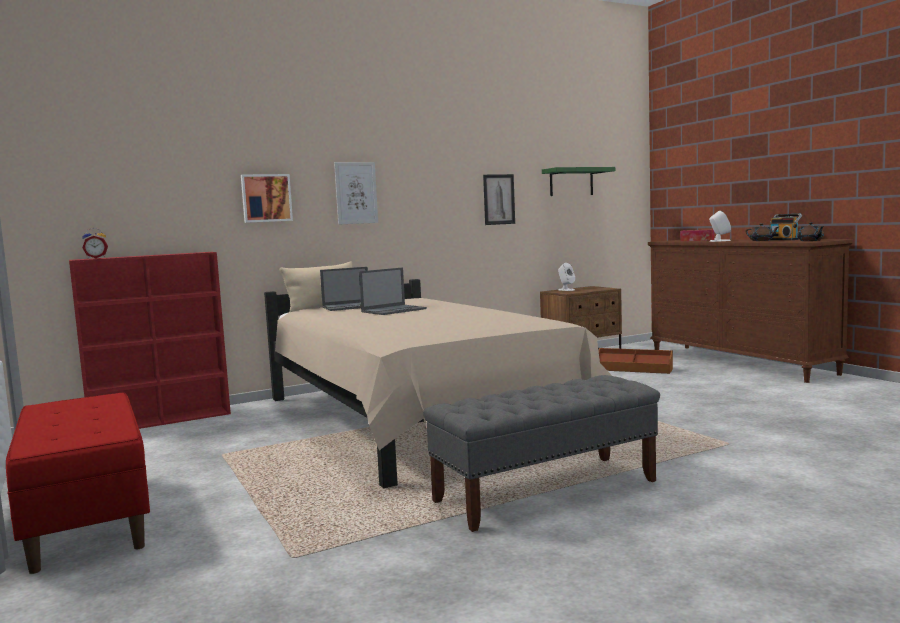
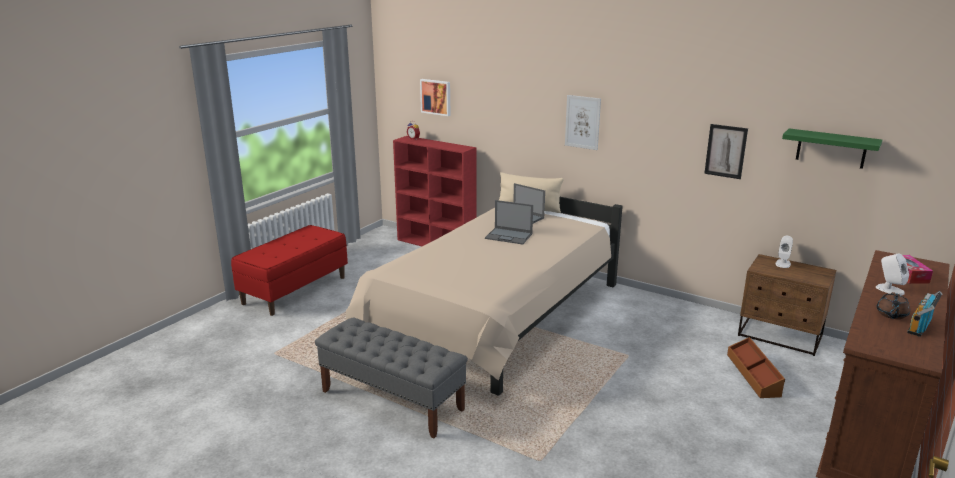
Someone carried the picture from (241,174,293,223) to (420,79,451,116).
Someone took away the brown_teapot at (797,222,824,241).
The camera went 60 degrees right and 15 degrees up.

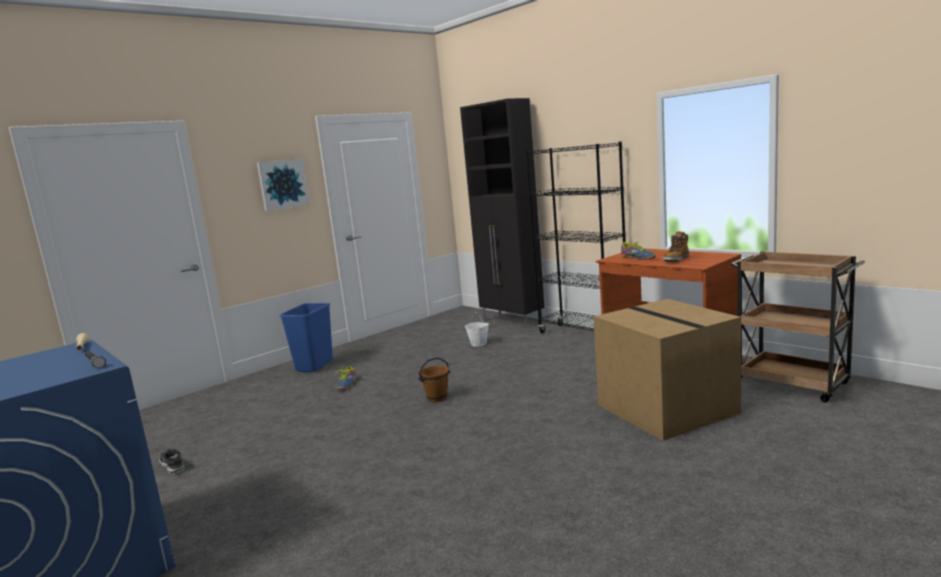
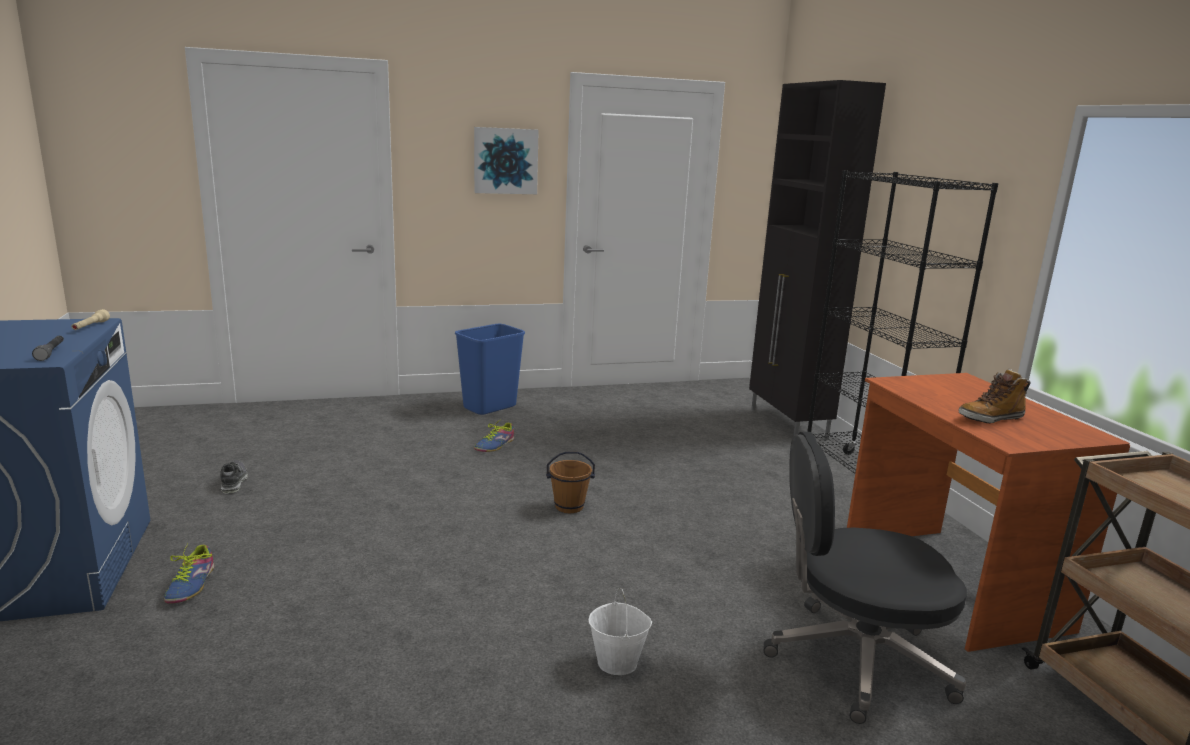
Someone carried the shoe from (621,241,656,260) to (164,543,214,604).
Someone carried the white_bucket from (465,313,489,347) to (589,588,652,675).
Someone swapped the cardboard_box at (593,299,741,441) for the black_office_chair at (764,432,967,724).
The camera went 25 degrees right and 5 degrees up.

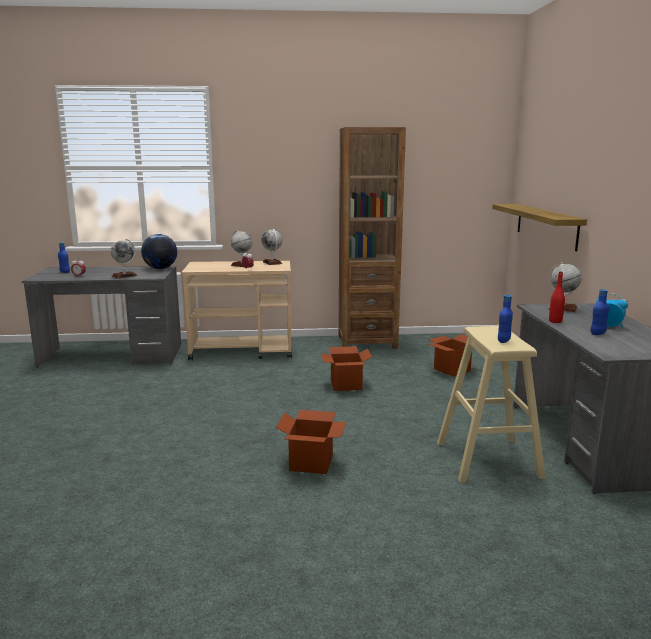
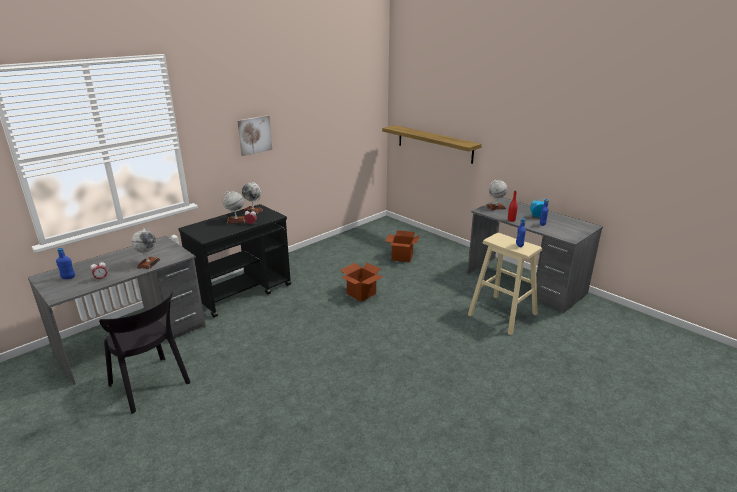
Someone put down the black_chair at (99,291,191,414).
Someone repainted the beige_cart at (182,261,292,360), which became the black_cart at (178,204,291,318).
Someone put up the picture at (237,115,272,156).
Someone took away the globe at (141,234,177,269).
Someone took away the cardboard_box at (276,410,346,474).
Someone took away the brown_bookcase at (339,127,406,349).
The camera went 40 degrees left and 10 degrees up.

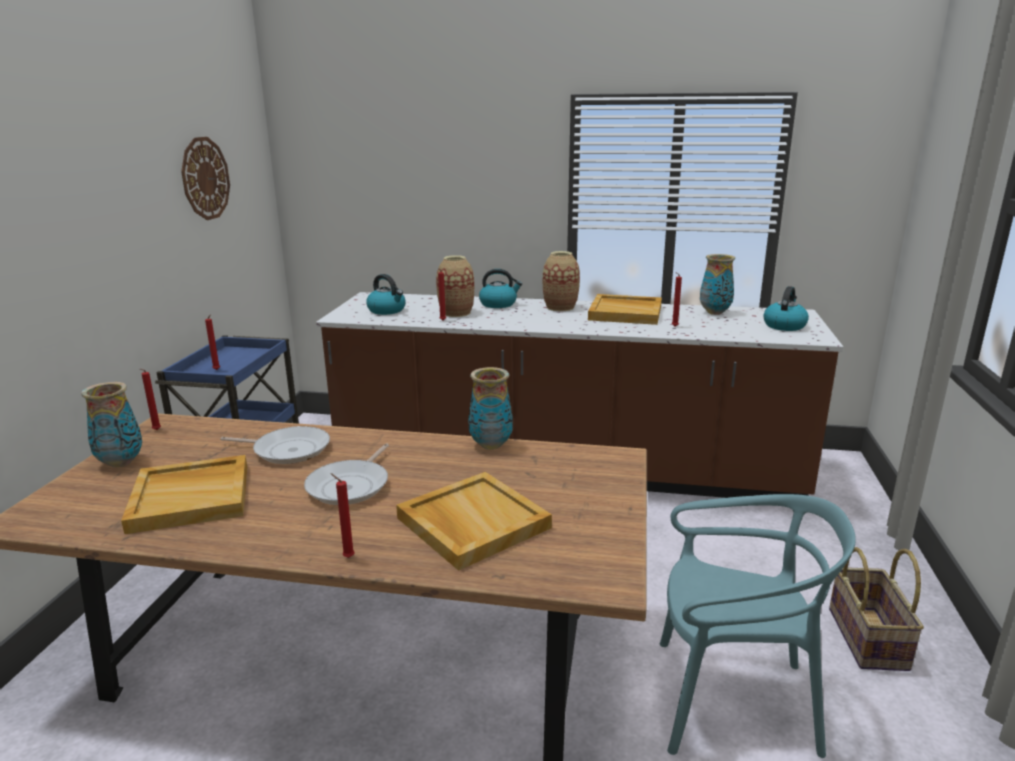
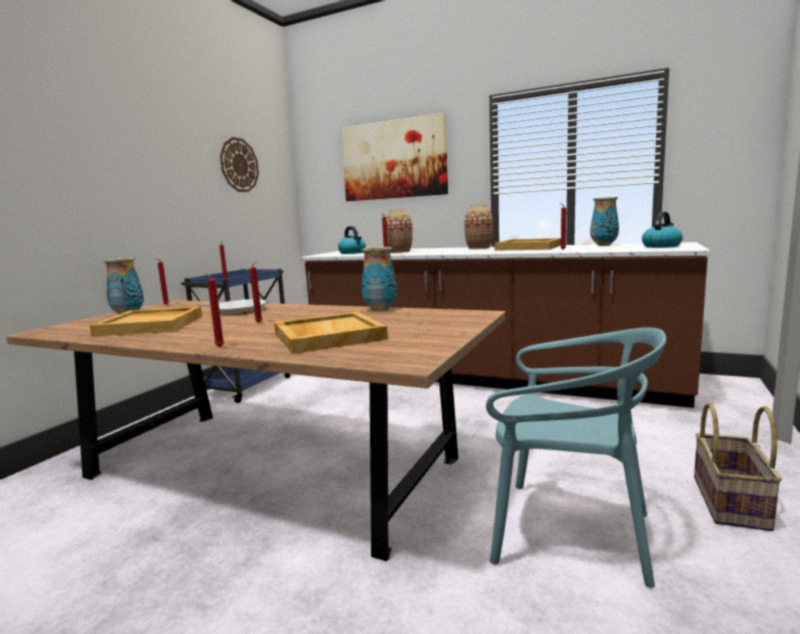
Someone swapped the frying_pan at (304,444,389,505) for the red_candle at (250,261,263,323).
Someone put up the picture at (341,113,448,201).
Someone took away the kettle at (479,269,522,308).
The camera went 15 degrees right and 10 degrees down.

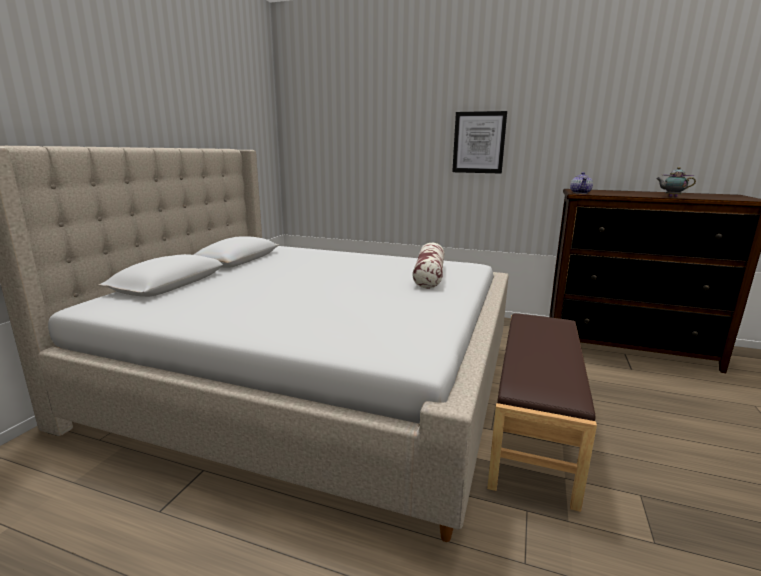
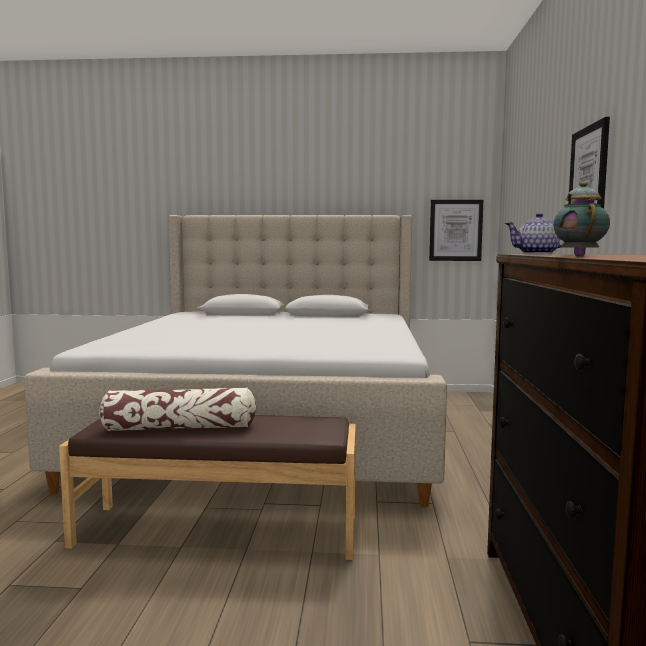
Someone carried the pillow from (412,243,445,289) to (99,387,256,431).
Someone put up the picture at (429,200,483,261).
The camera went 75 degrees right and 10 degrees down.

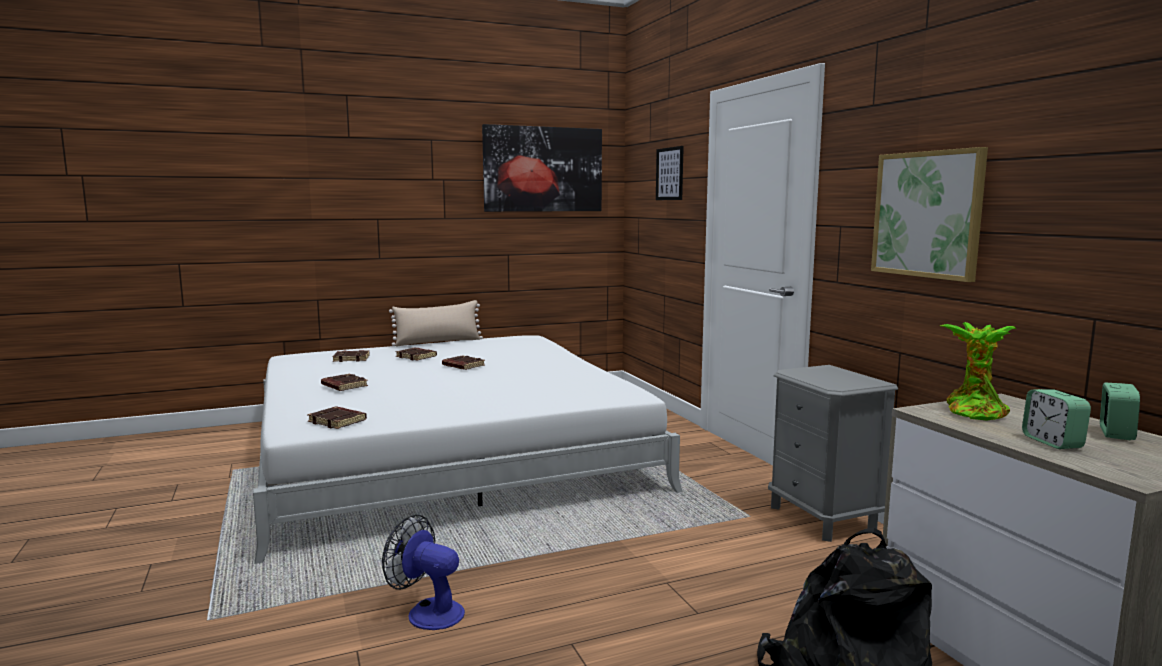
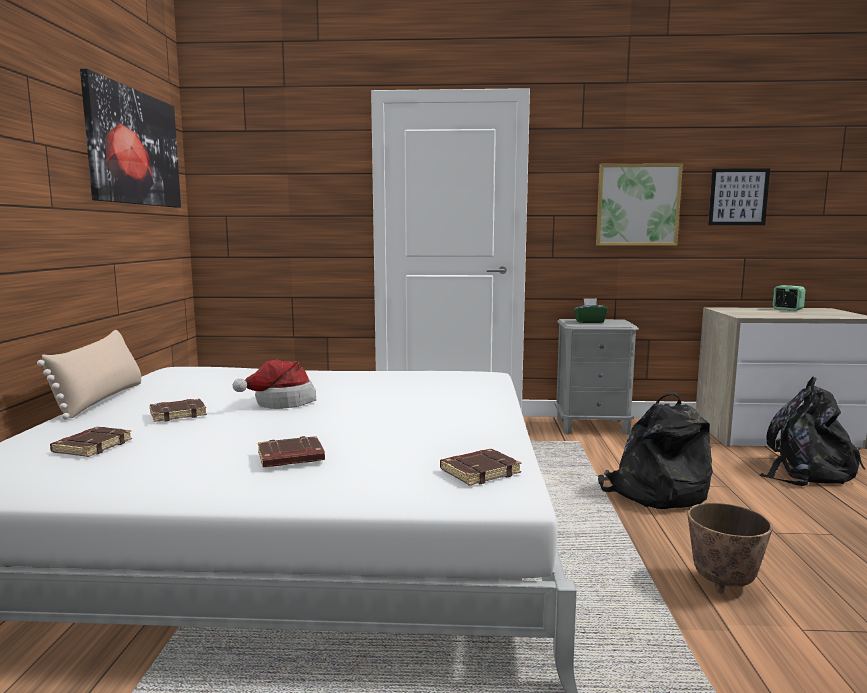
Someone swapped the brown_book at (442,355,485,370) for the hat at (232,359,316,409).
Someone put down the green_tissue_box at (574,298,608,323).
Someone put down the black_backpack at (598,392,713,509).
Someone swapped the fan at (382,514,465,630) for the planter at (688,503,773,593).
Someone carried the picture from (656,146,684,200) to (708,168,770,225).
Someone took away the potted_plant at (940,322,1017,420).
Someone took away the alarm_clock at (1022,389,1091,449).
The camera went 65 degrees left and 0 degrees up.

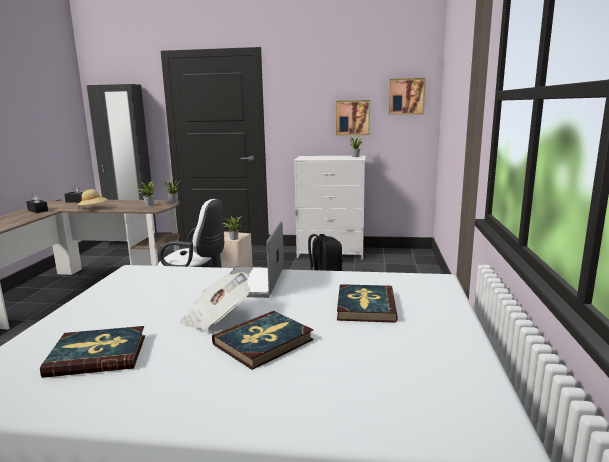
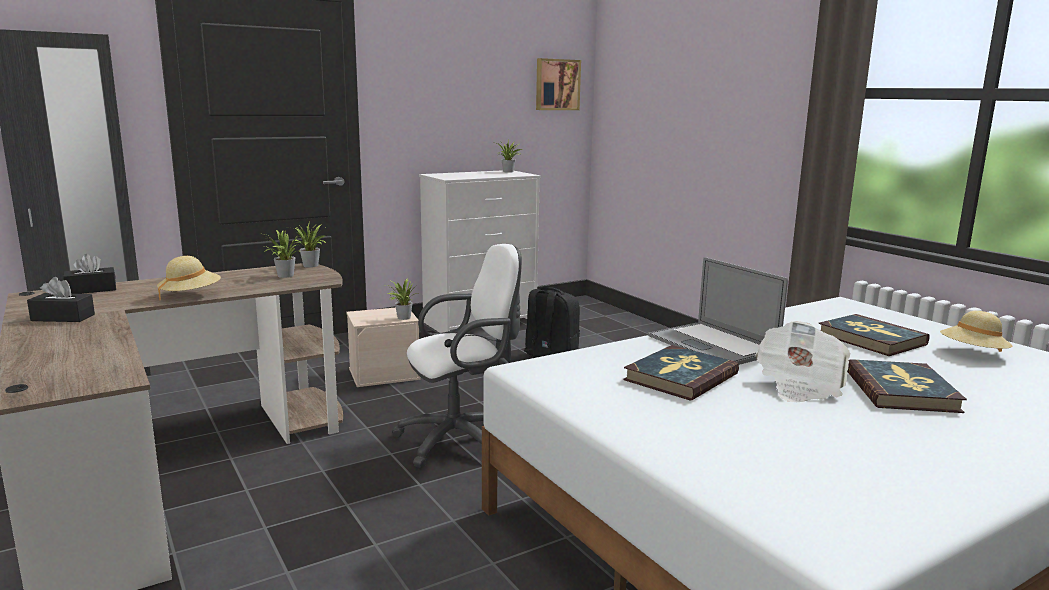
Someone carried the book from (40,326,145,378) to (623,345,739,401).
Someone put down the beige_hat at (940,311,1013,352).
Someone took away the picture at (336,100,370,135).
The camera went 40 degrees left and 0 degrees up.

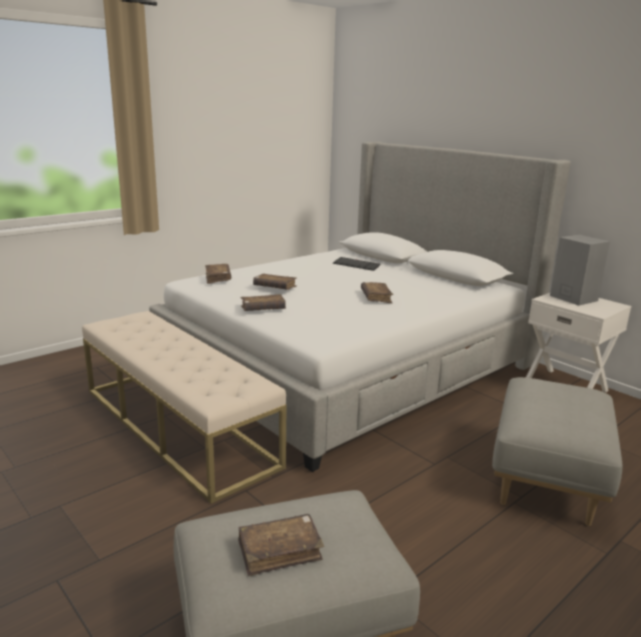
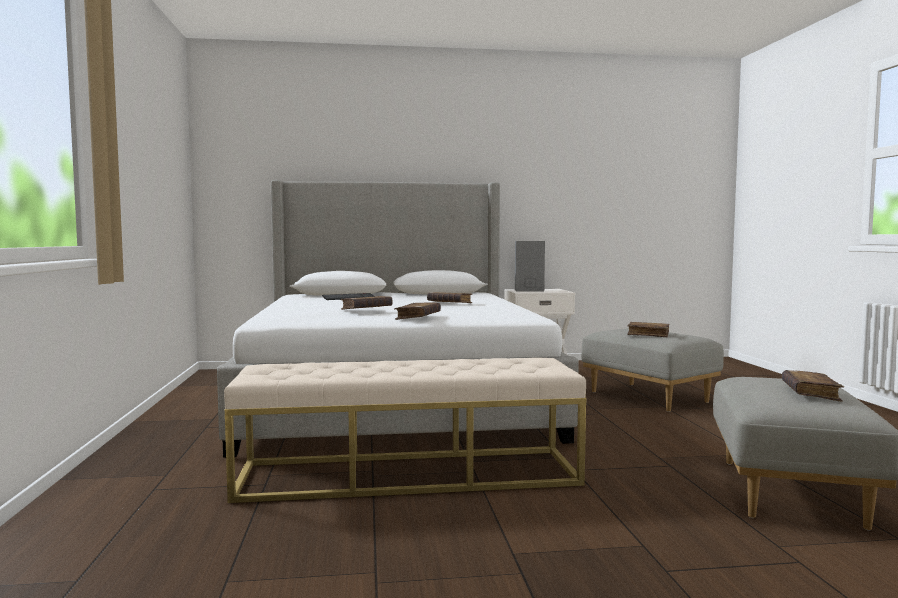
Someone carried the brown_book from (205,264,231,284) to (627,322,669,337).
The camera went 55 degrees left and 15 degrees down.

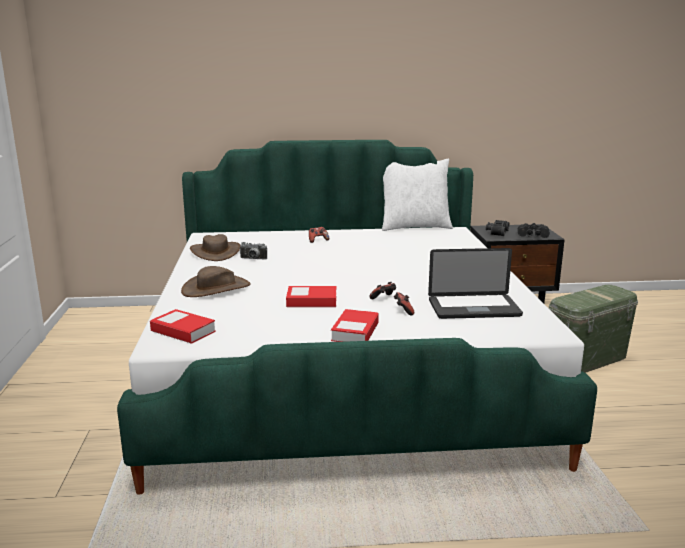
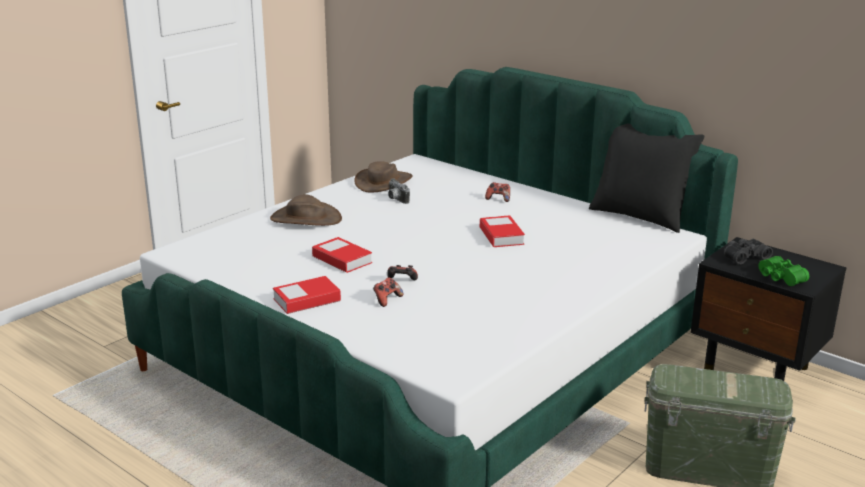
Someone carried the book from (150,309,216,344) to (480,215,525,247).
Someone repainted the white_pillow at (382,159,453,231), which became the black_pillow at (589,124,704,233).
Someone repainted the black_binoculars at (518,223,550,238), which became the green_binoculars at (758,256,809,286).
Someone took away the laptop at (428,248,523,319).
The camera went 45 degrees right and 5 degrees up.

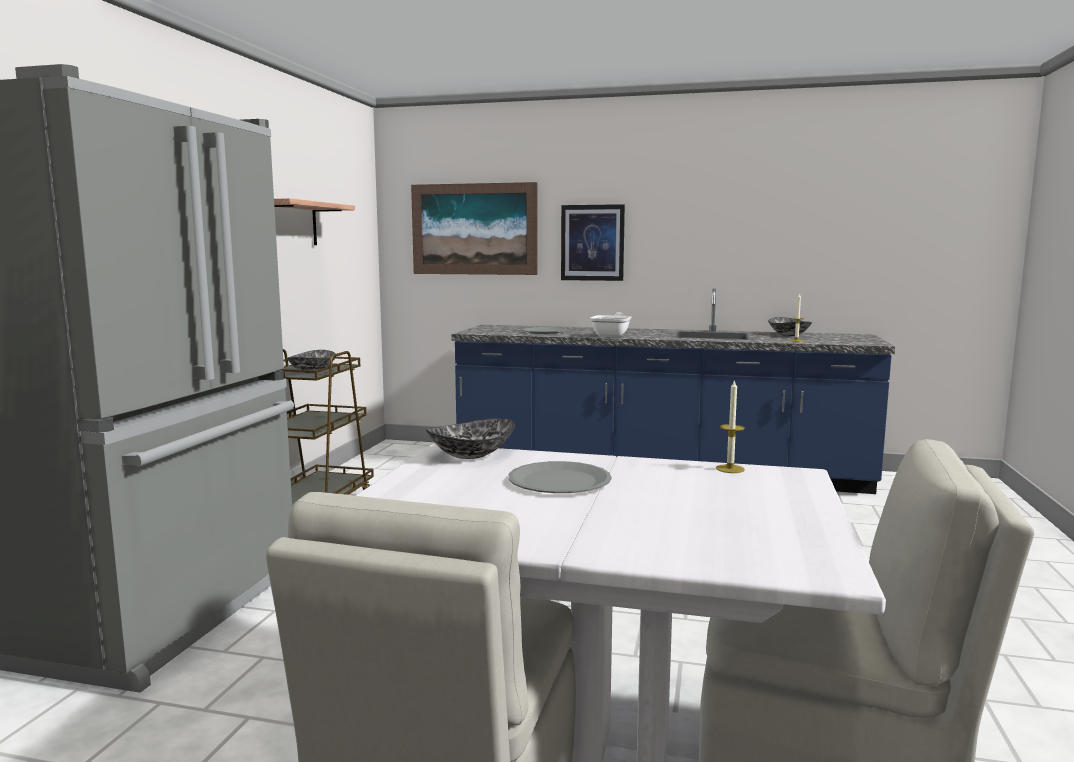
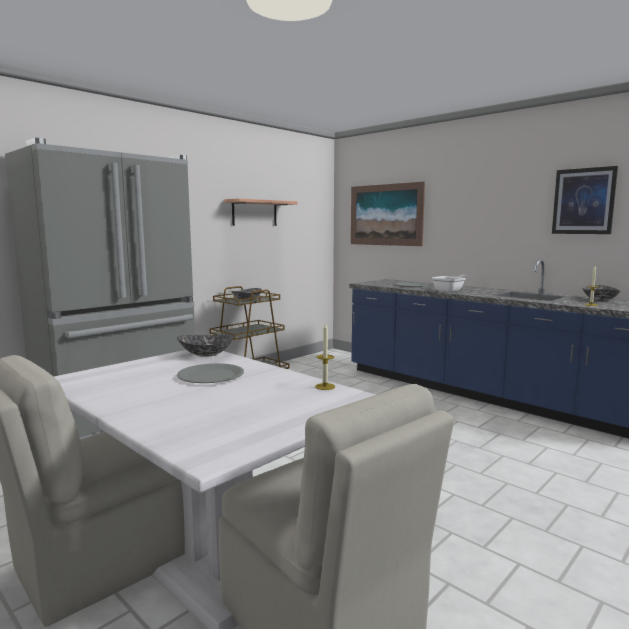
Someone carried the picture from (561,204,625,281) to (552,166,618,234).
The camera went 30 degrees right and 0 degrees up.

